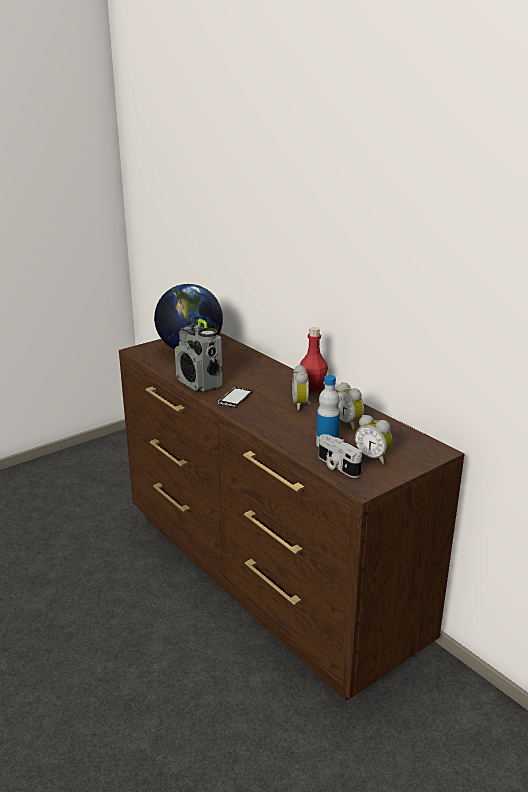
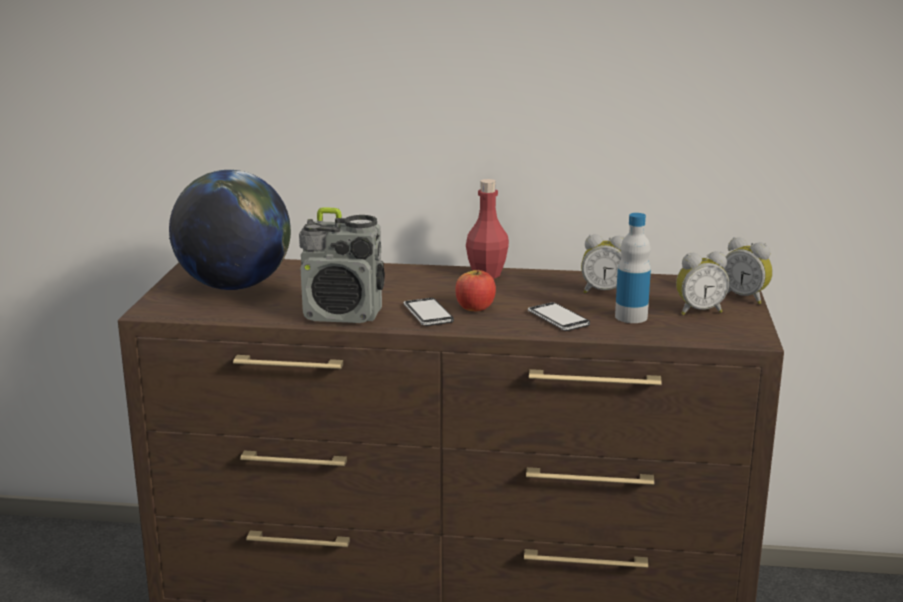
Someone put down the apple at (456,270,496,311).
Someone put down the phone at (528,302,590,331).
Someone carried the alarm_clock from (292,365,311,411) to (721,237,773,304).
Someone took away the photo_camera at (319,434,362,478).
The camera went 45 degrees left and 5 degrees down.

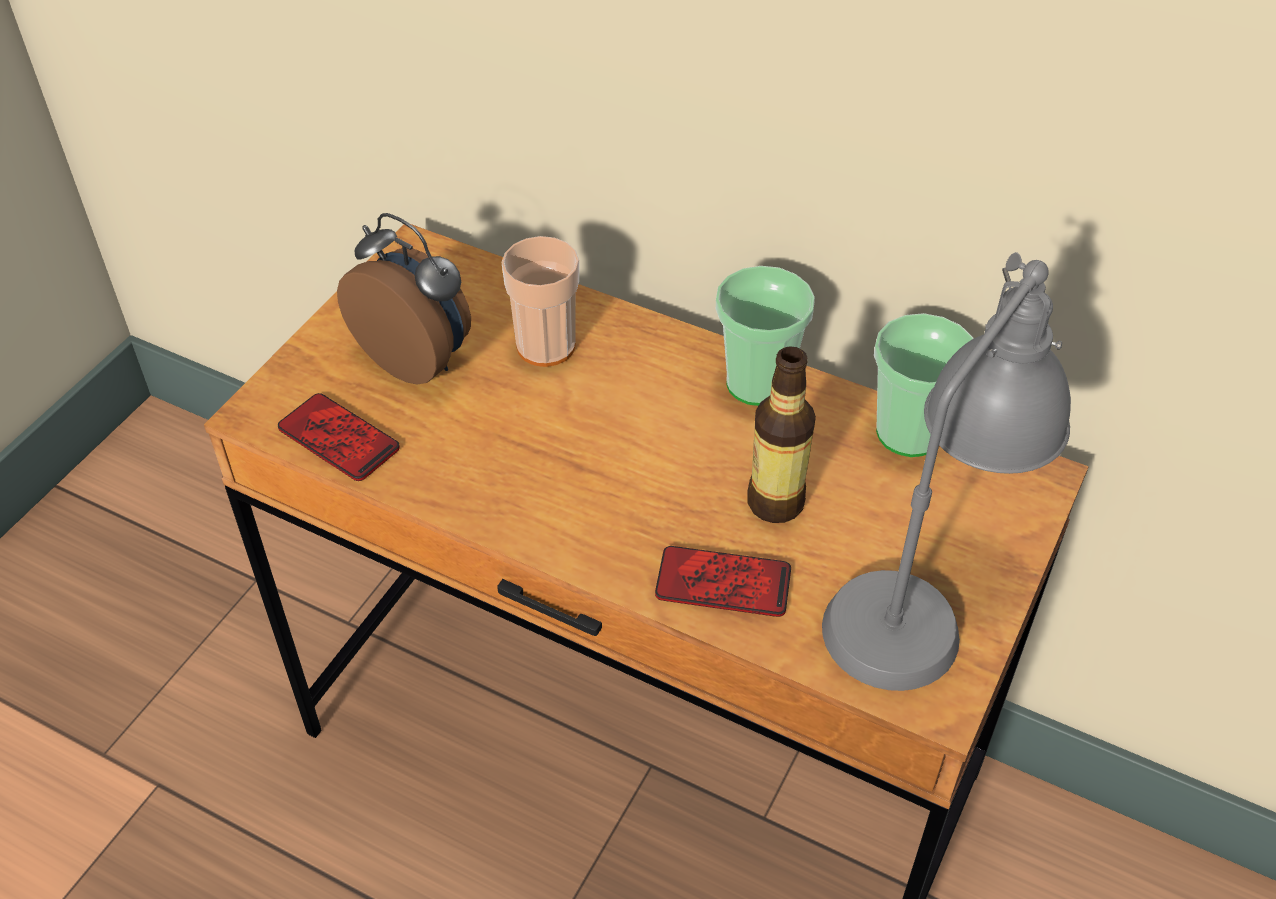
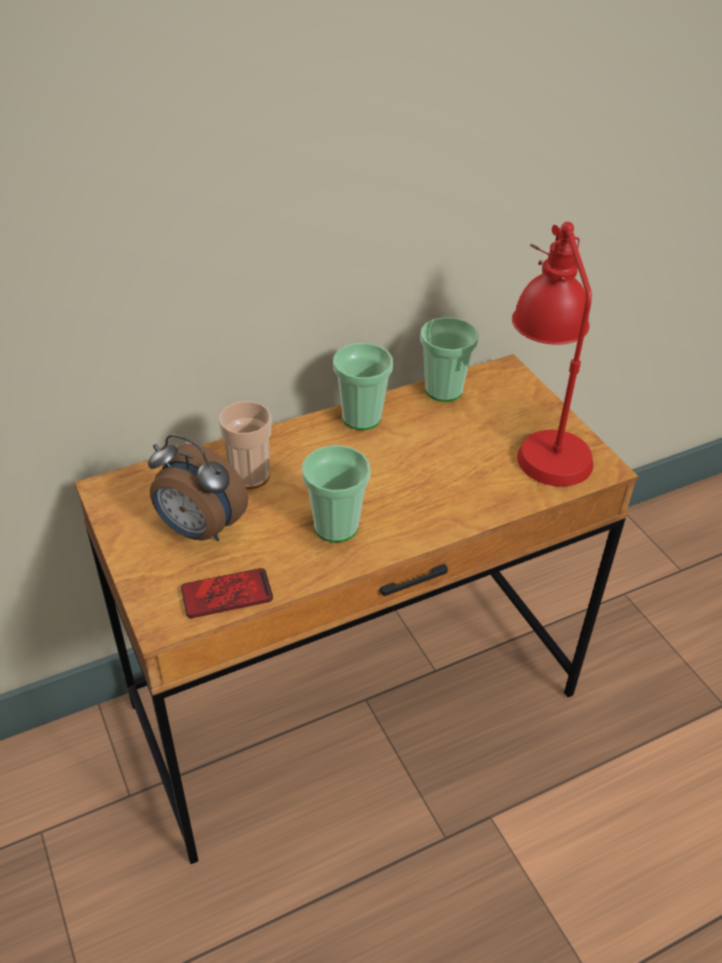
Someone rotated the alarm_clock at (337,213,471,385) by 135 degrees counterclockwise.
Someone put down the cup at (302,445,371,543).
Someone repainted the grey_table_lamp at (822,252,1071,691), which became the red_table_lamp at (512,222,594,487).
Someone took away the phone at (655,546,791,617).
Someone took away the bottle at (747,346,816,523).
The camera went 55 degrees left and 5 degrees down.

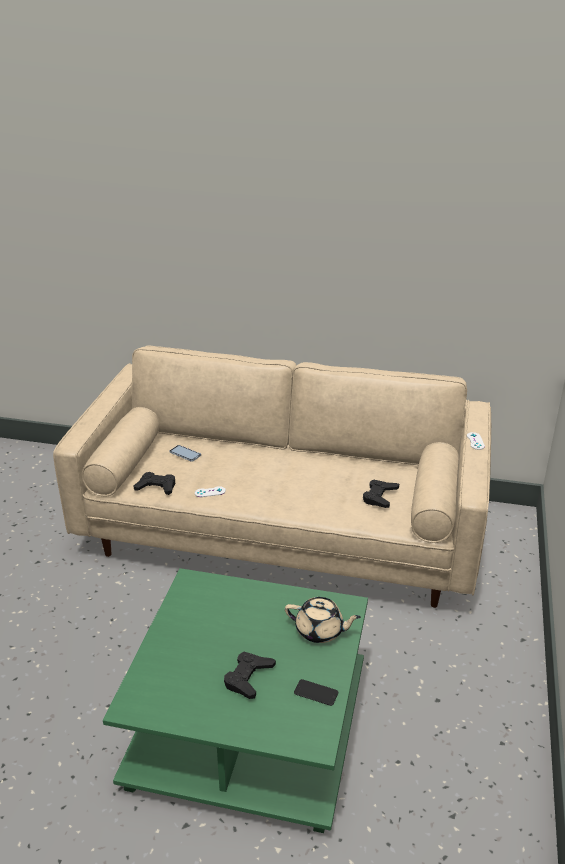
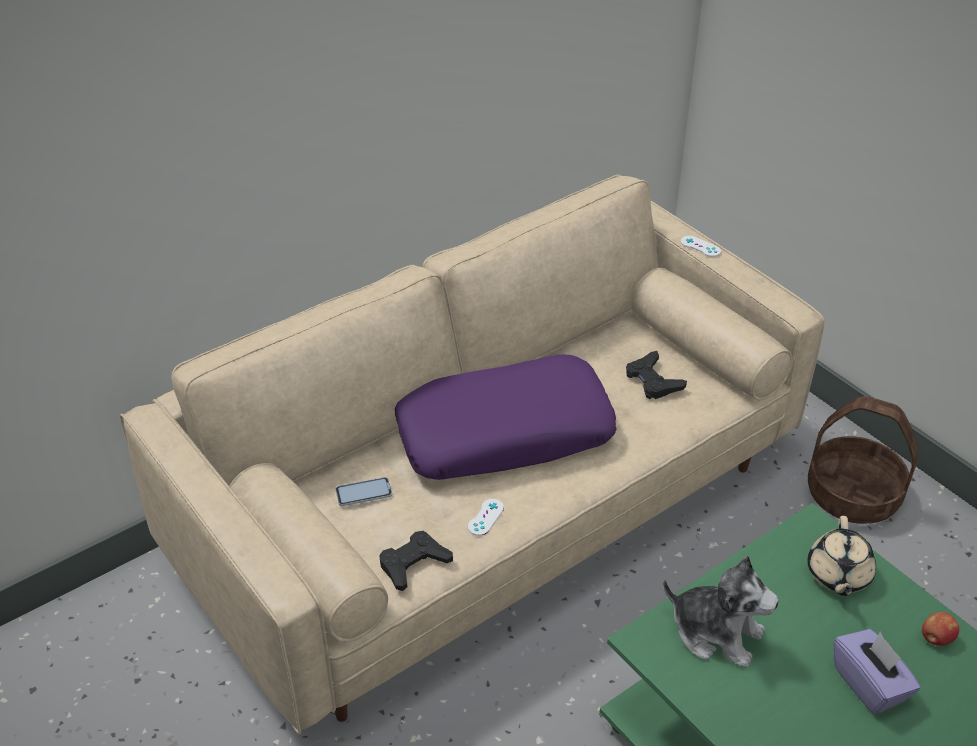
Someone put down the purple_pillow at (395,354,617,480).
Someone put down the plush_toy at (663,556,779,668).
Someone put down the basket at (808,396,918,524).
Someone rotated the beige_teapot at (285,597,361,643) by 135 degrees clockwise.
Someone swapped the black_game_controller at (224,652,276,699) for the purple_tissue_box at (833,629,920,715).
Someone swapped the phone at (294,679,338,706) for the apple at (922,612,959,646).
The camera went 50 degrees left and 10 degrees up.

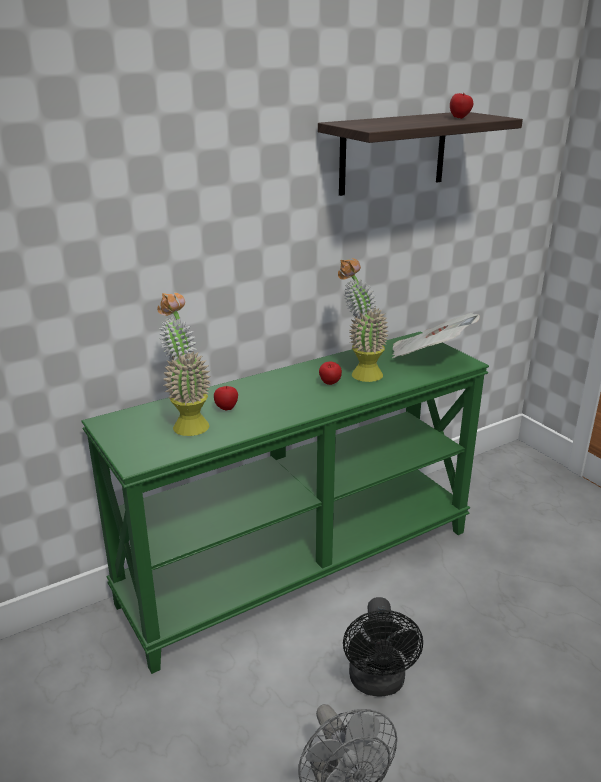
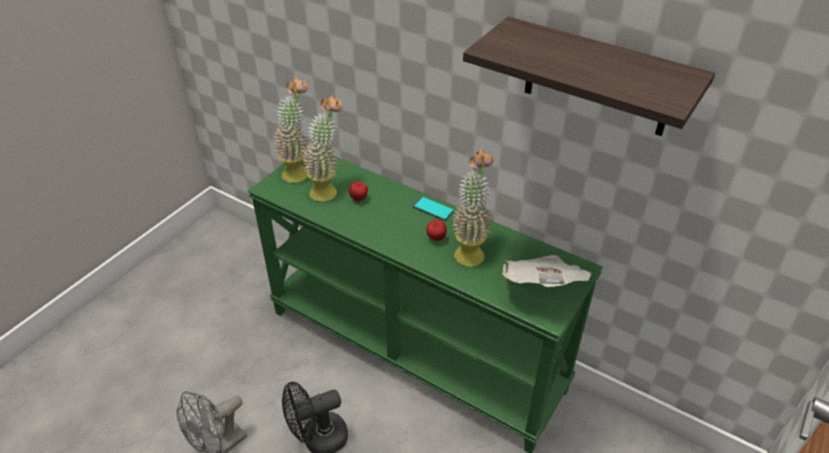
Someone put down the potted_plant at (273,77,309,183).
Someone put down the phone at (413,196,454,221).
Someone took away the apple at (450,93,473,119).
The camera went 65 degrees right and 15 degrees up.

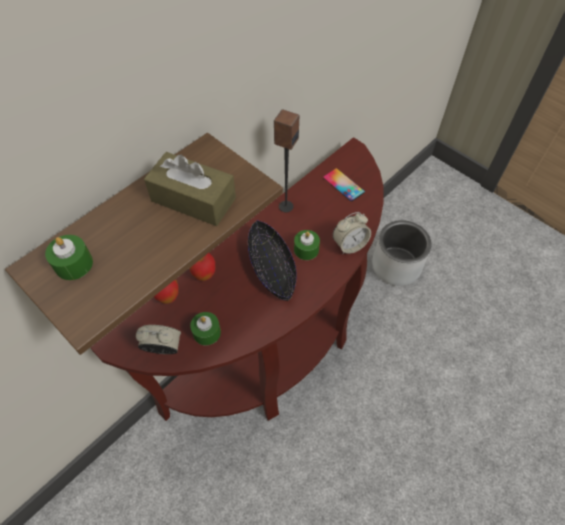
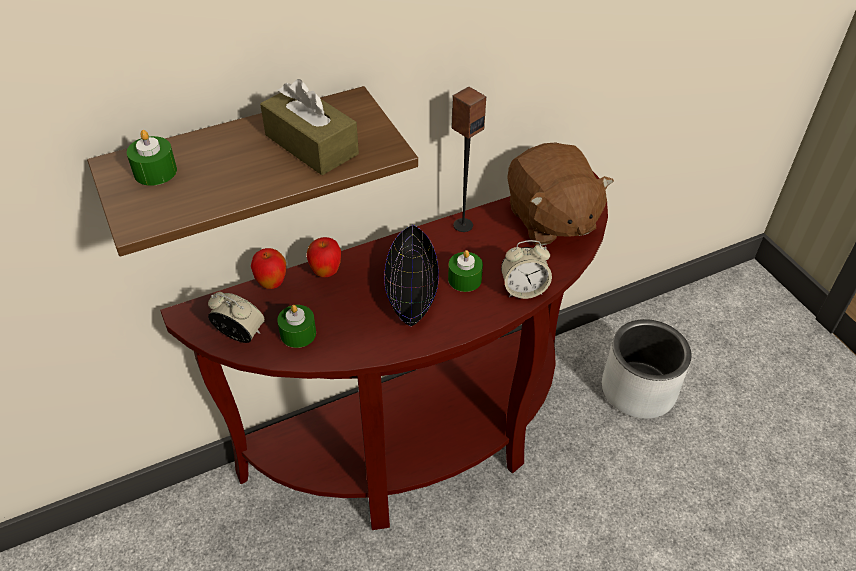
Someone swapped the phone at (323,168,365,201) for the brown_plush_toy at (507,142,614,246).
The camera went 20 degrees right and 10 degrees down.

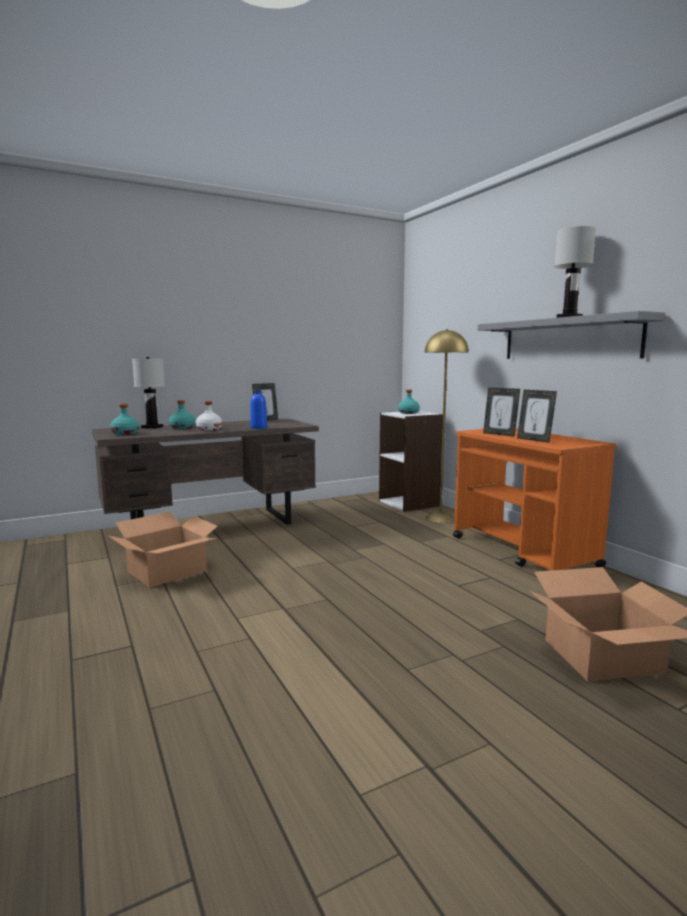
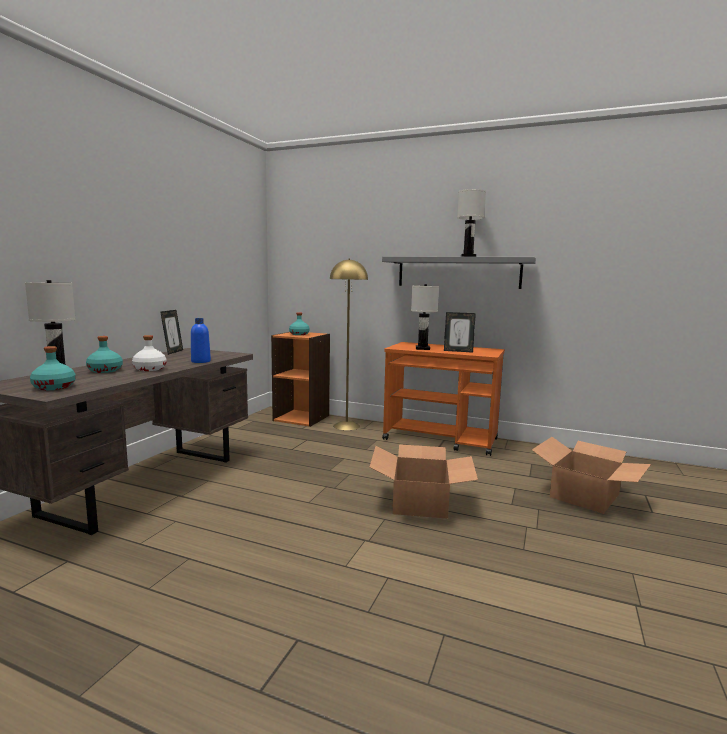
Someone repainted the white_bookcase at (379,411,443,512), which became the orange_bookcase at (271,332,330,427).
Someone carried the cardboard_box from (109,512,218,588) to (370,444,478,519).
Someone swapped the picture_frame at (483,388,520,437) for the white_table_lamp at (411,284,439,350).
The camera went 40 degrees left and 0 degrees up.

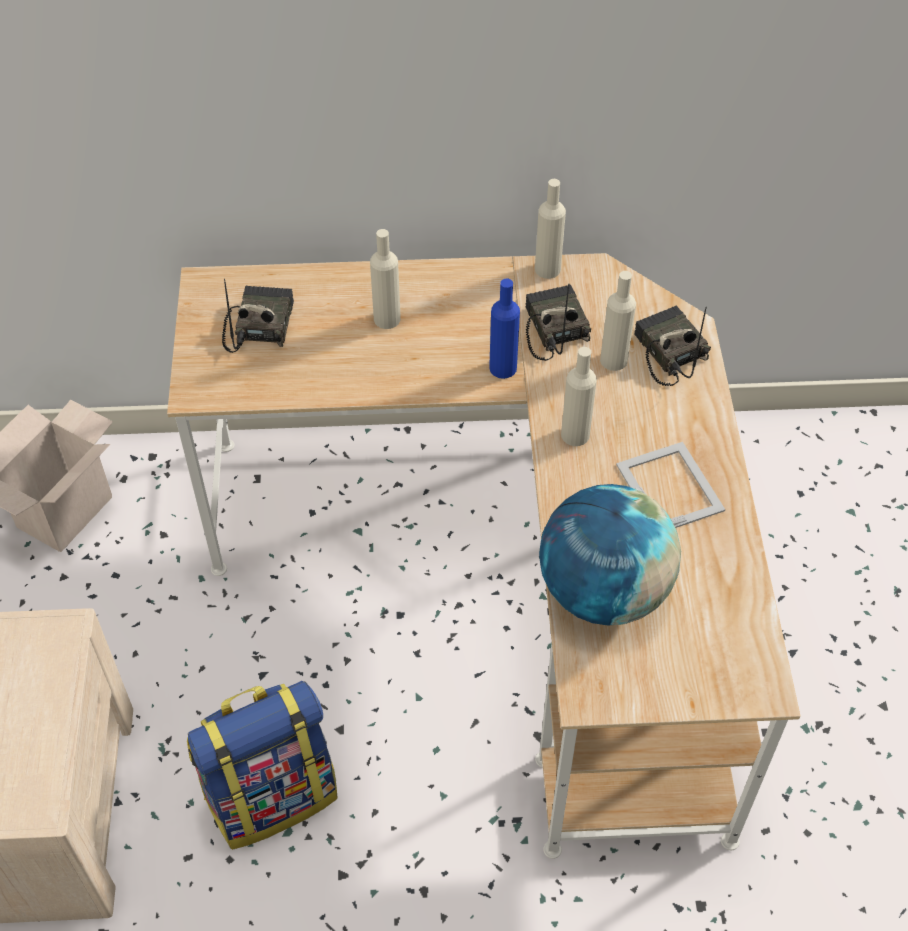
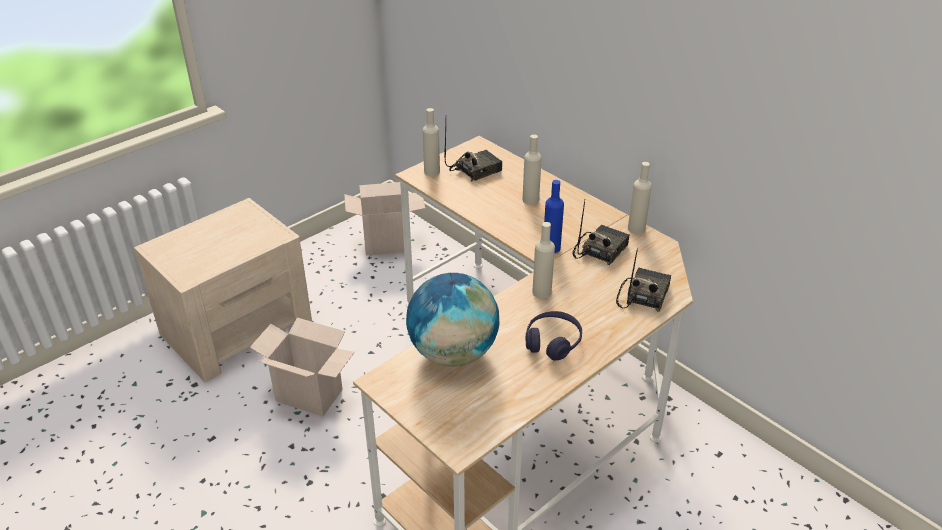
Someone swapped the backpack at (187,681,337,850) for the cardboard_box at (250,318,355,417).
Someone carried the beige_bottle from (600,271,636,371) to (423,108,440,176).
Someone swapped the picture_frame at (616,442,725,528) for the purple_headphones at (526,311,582,360).
The camera went 50 degrees right and 15 degrees down.

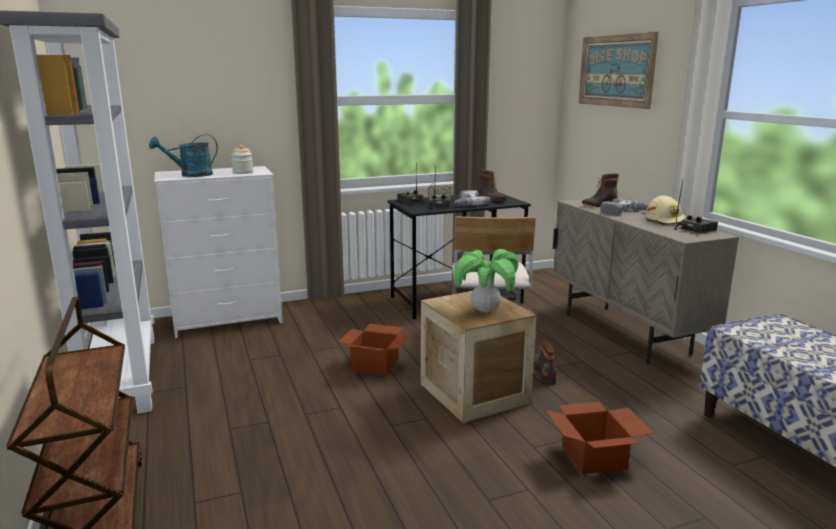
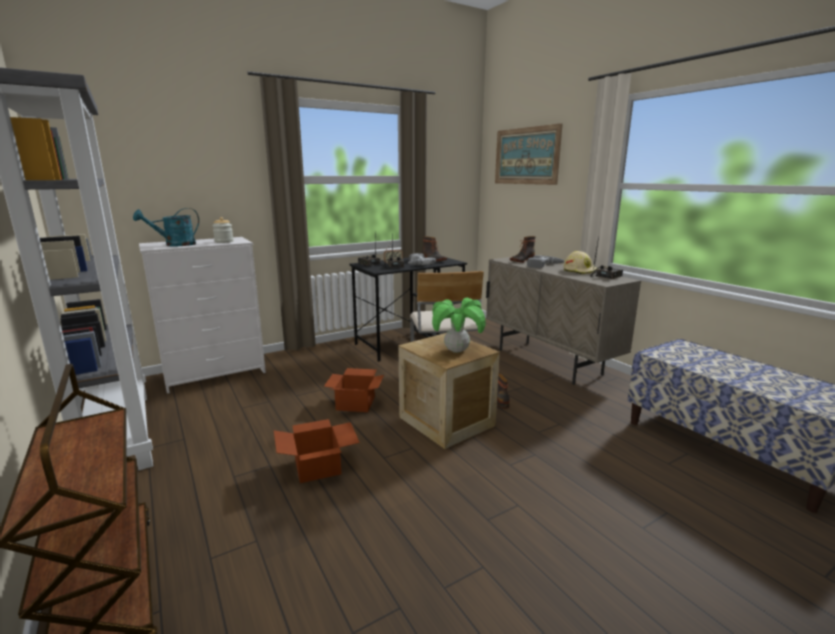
Someone carried the cardboard_box from (545,402,654,475) to (274,419,360,483).
The camera went 10 degrees left and 0 degrees up.

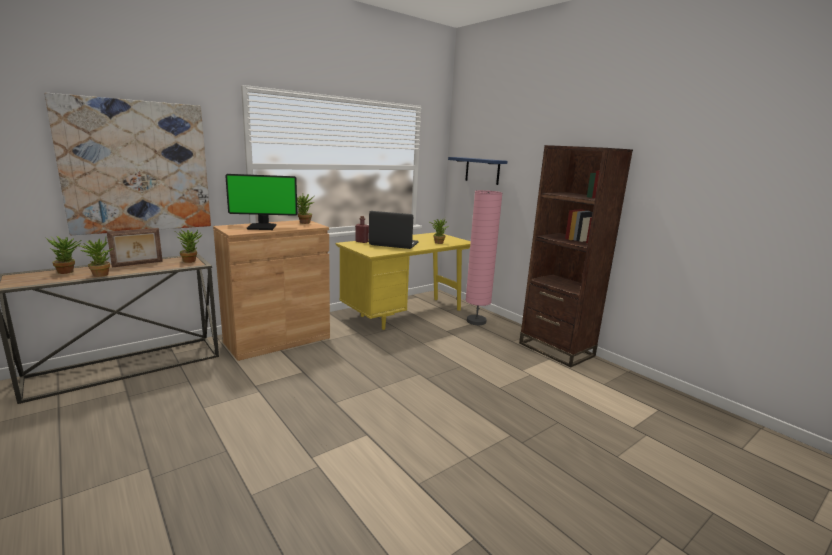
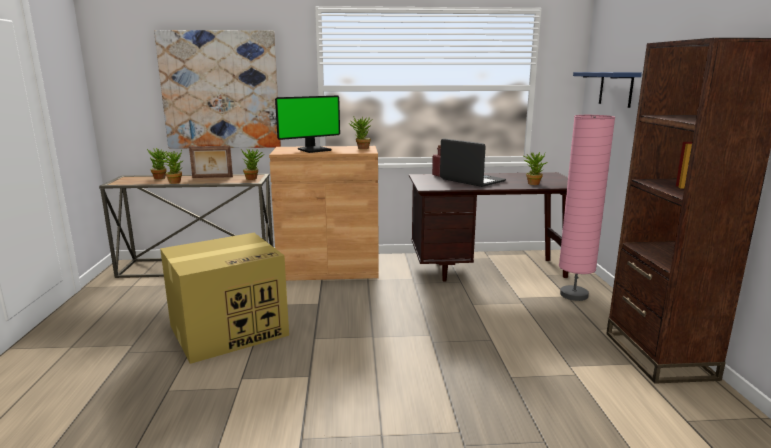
Someone put down the cardboard_box at (160,233,289,364).
Someone rotated the monitor at (225,174,297,230) by 60 degrees counterclockwise.
Someone repainted the yellow_desk at (335,232,471,330), which became the brown_desk at (409,172,568,282).
The camera went 35 degrees right and 0 degrees up.

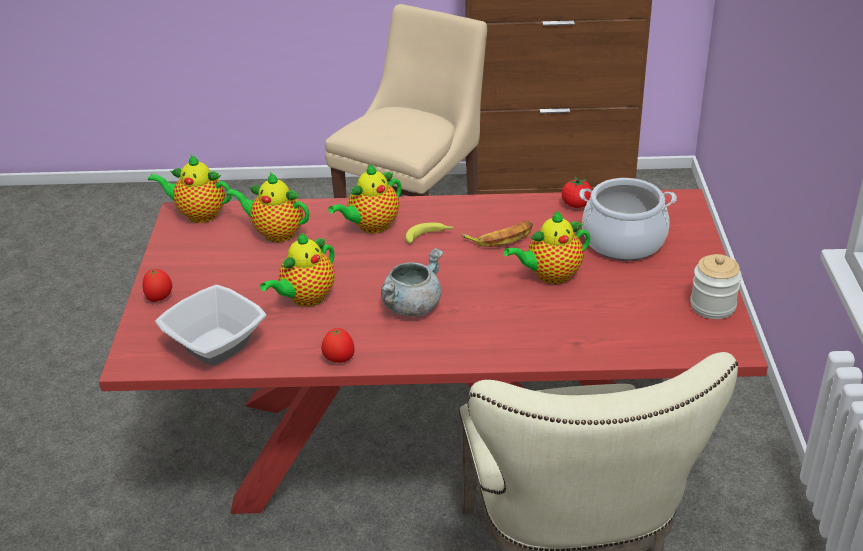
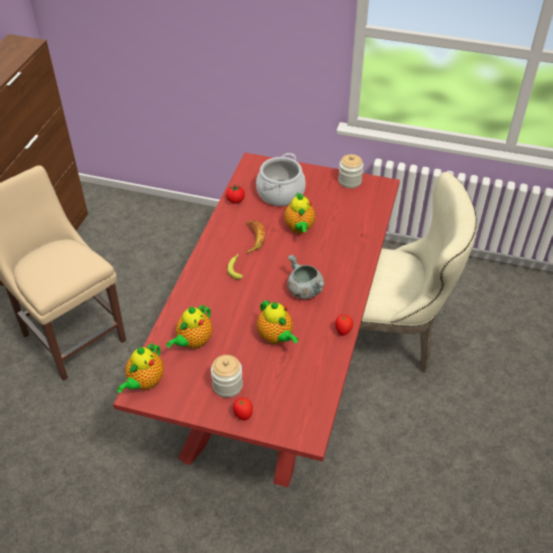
Someone put down the jar at (211,355,243,398).
Someone took away the bowl at (155,285,267,366).
Someone took away the teapot at (328,164,402,233).
The camera went 75 degrees left and 10 degrees up.

